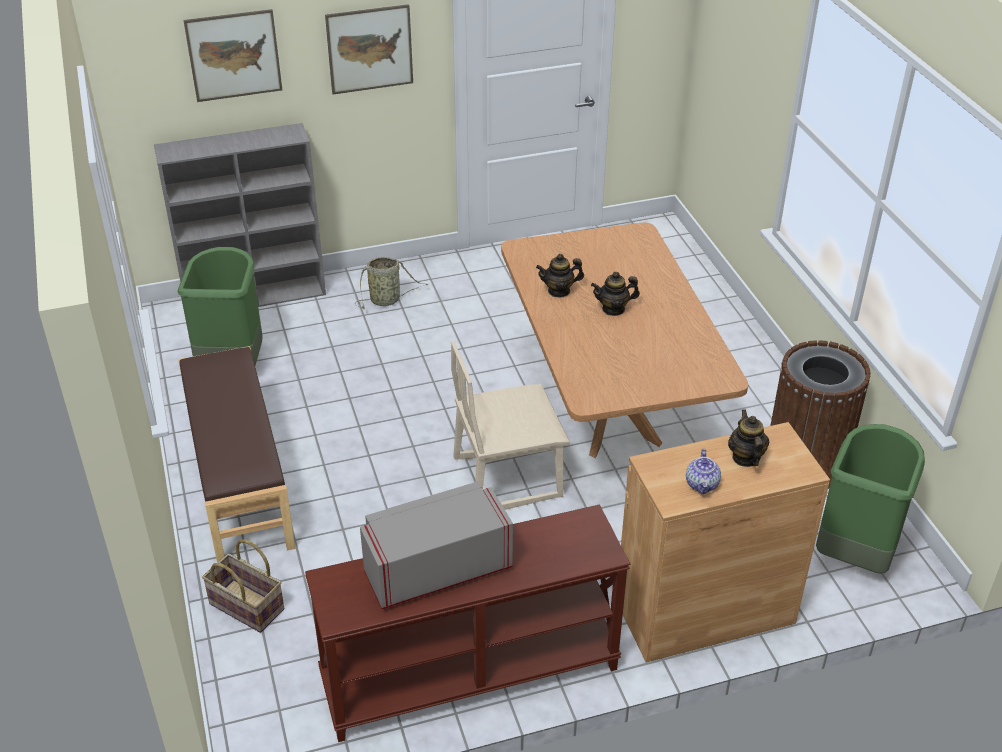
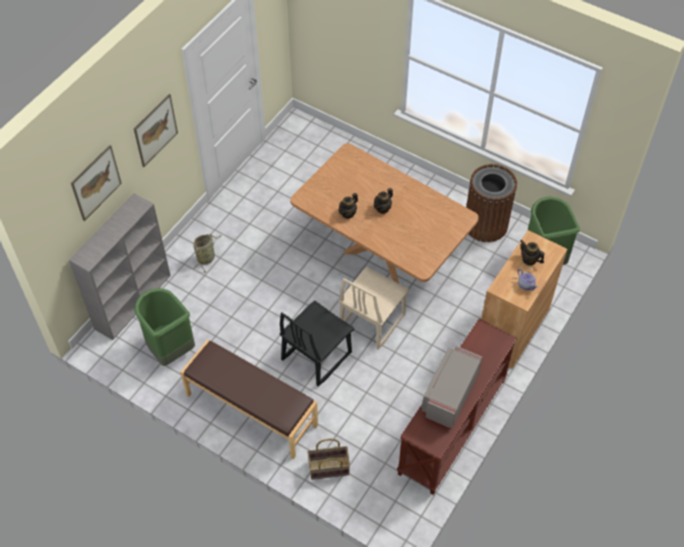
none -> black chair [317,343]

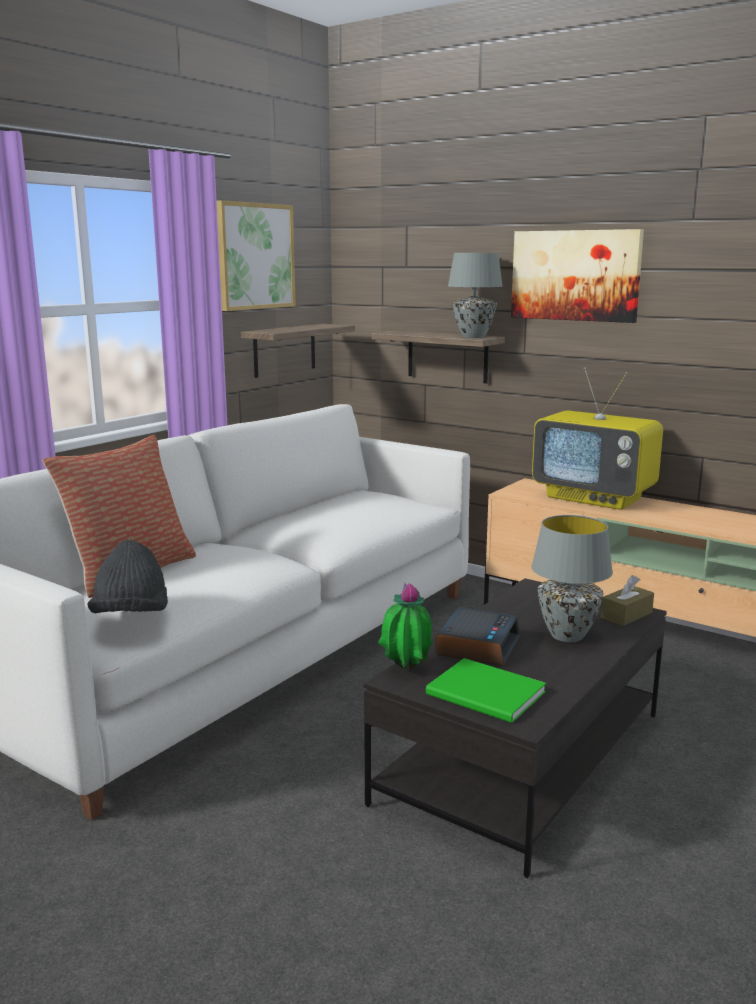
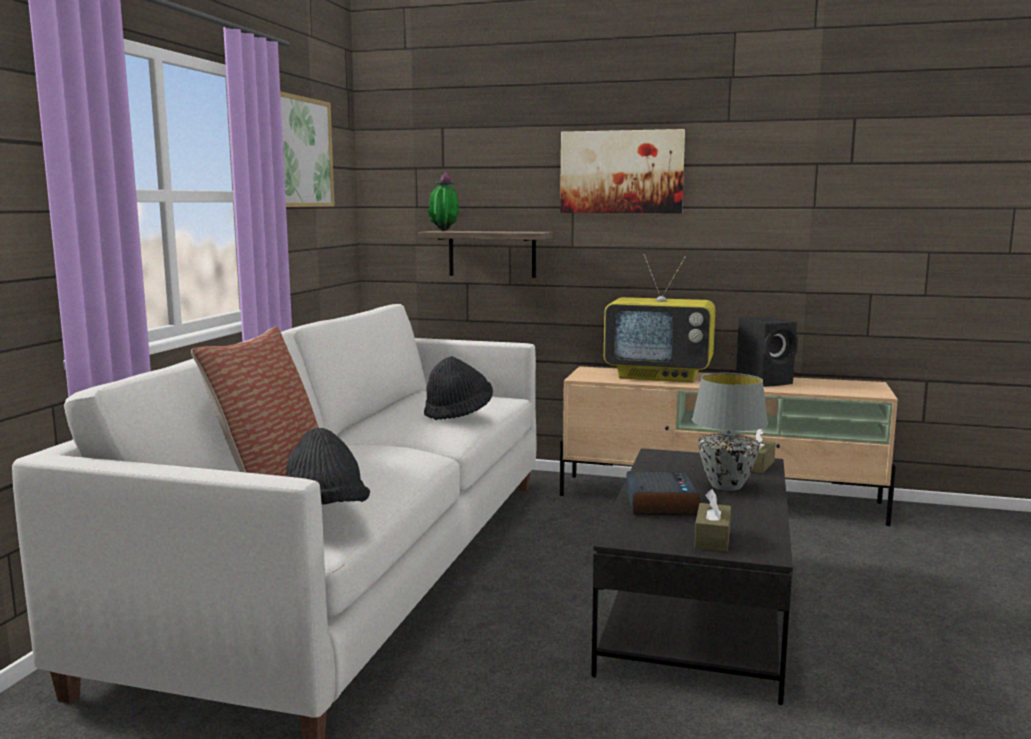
none -> black hat [458,388]
potted plant [405,626] -> potted plant [443,202], move
green book [486,690] -> brown tissue box [712,520]
none -> black speaker [767,352]
shelf [298,351] -> none
grey table lamp [475,295] -> none

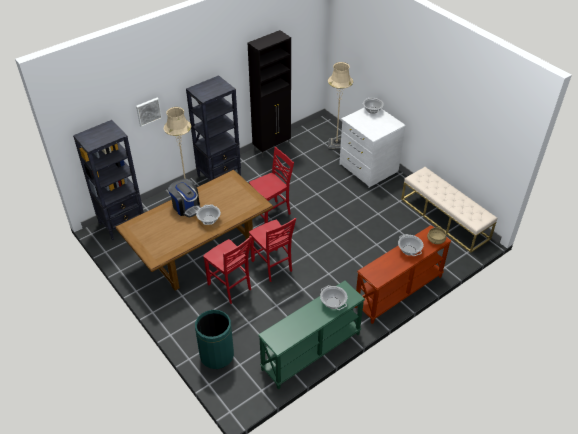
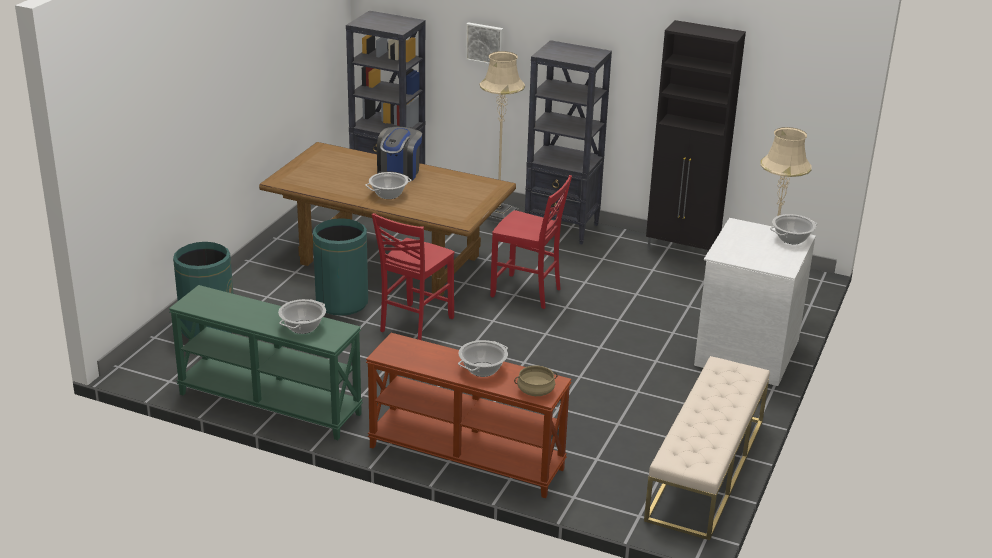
red chair [227,270] -> green trash can [340,267]

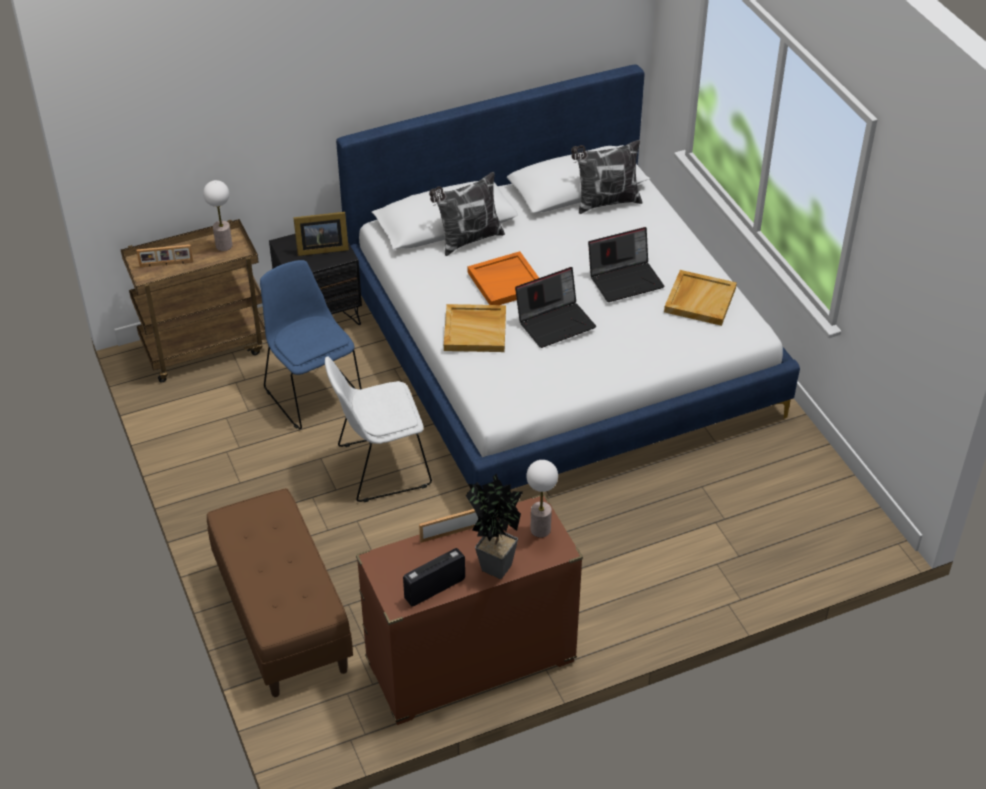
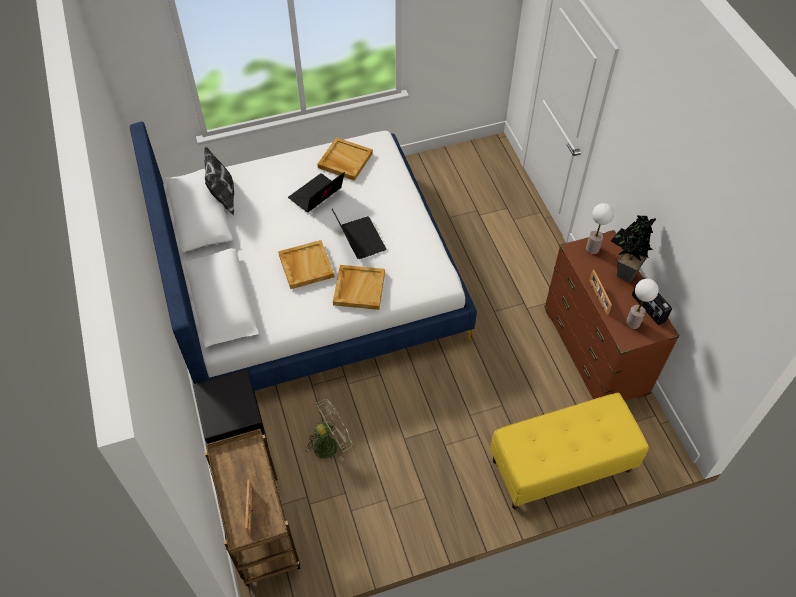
orange tray [503,278] -> beige tray [306,264]
laptop [626,264] -> laptop [316,192], 120 degrees counterclockwise
blue chair [311,344] -> green fan [328,430]
brown bench [280,592] -> yellow bench [569,451]
table lamp [217,215] -> table lamp [642,304], move
picture frame [321,234] -> none
white chair [378,429] -> none
pillow [467,214] -> none

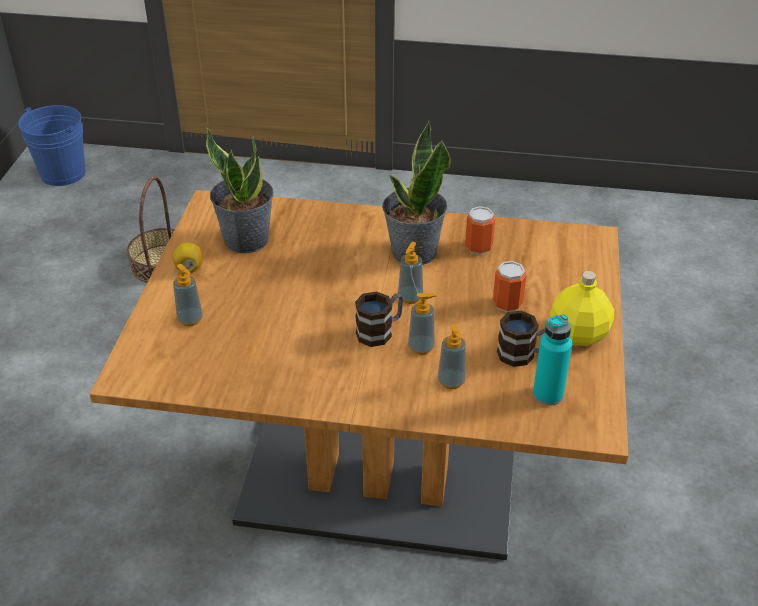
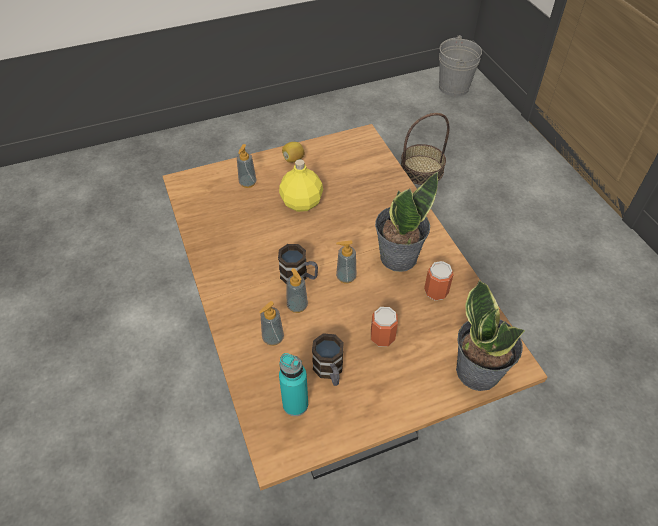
yellow bottle [582,308] -> yellow bottle [301,185], move
blue bucket [52,145] -> grey bucket [460,65]
potted plant [240,190] -> potted plant [490,335], move

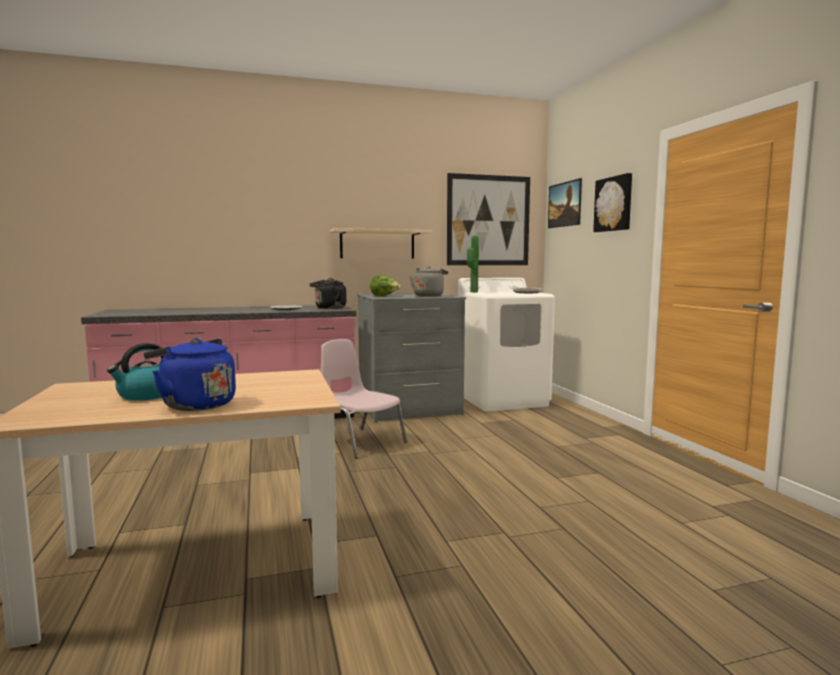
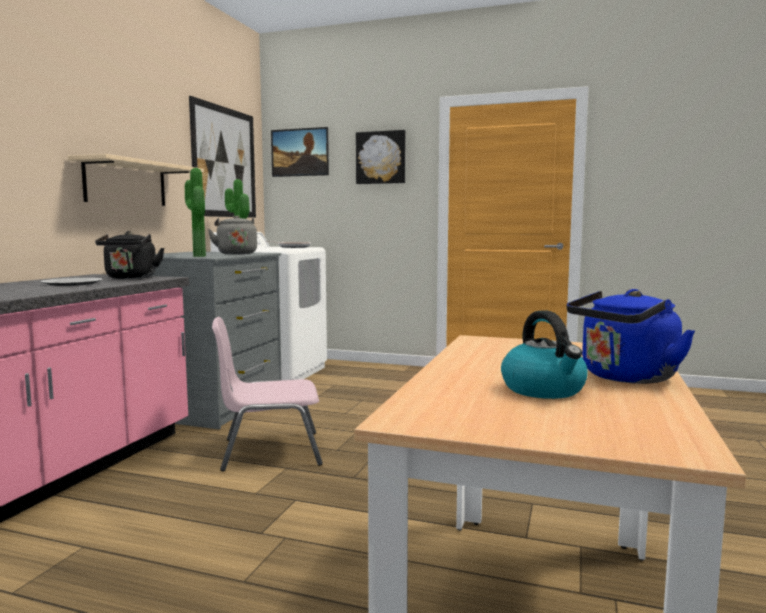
lettuce [385,286] -> potted plant [195,212]

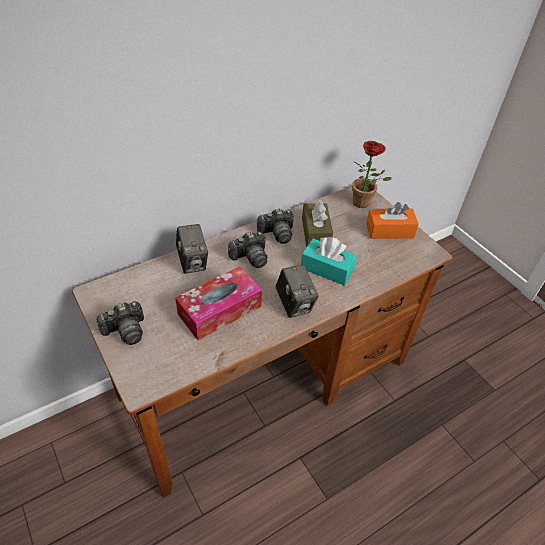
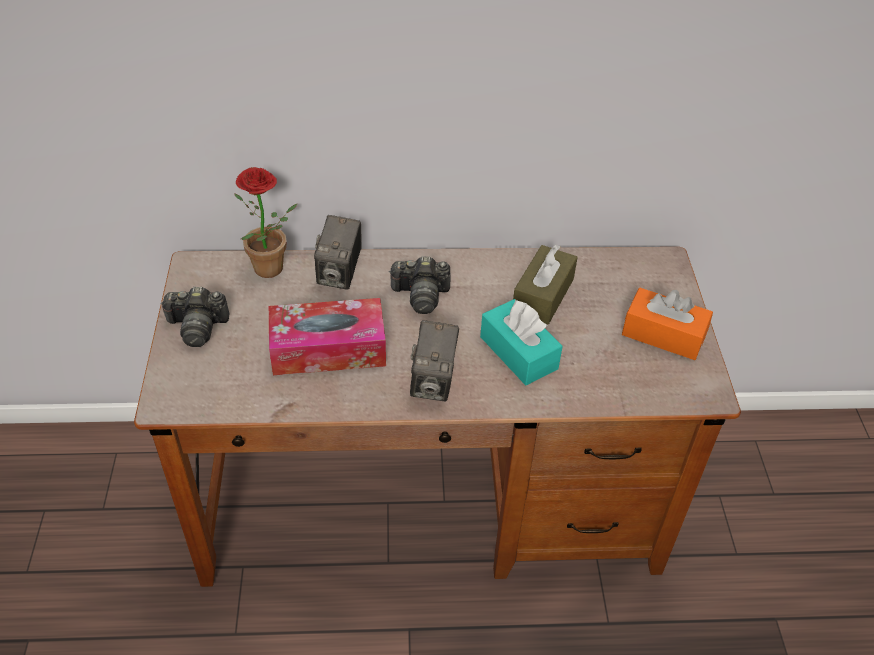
potted plant [372,174] -> potted plant [265,222], move
photo camera [275,226] -> none

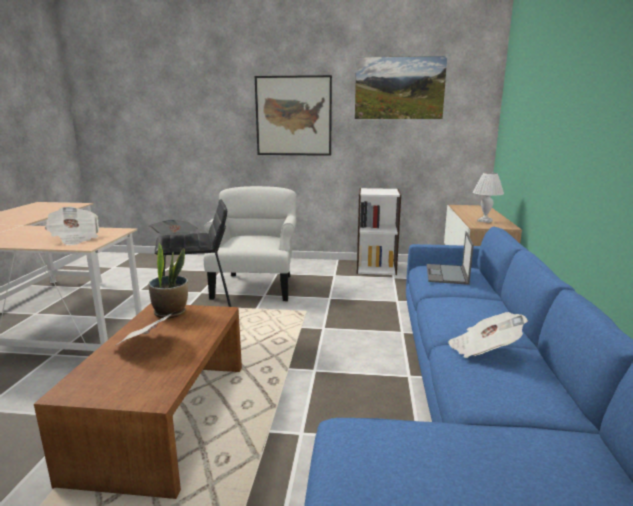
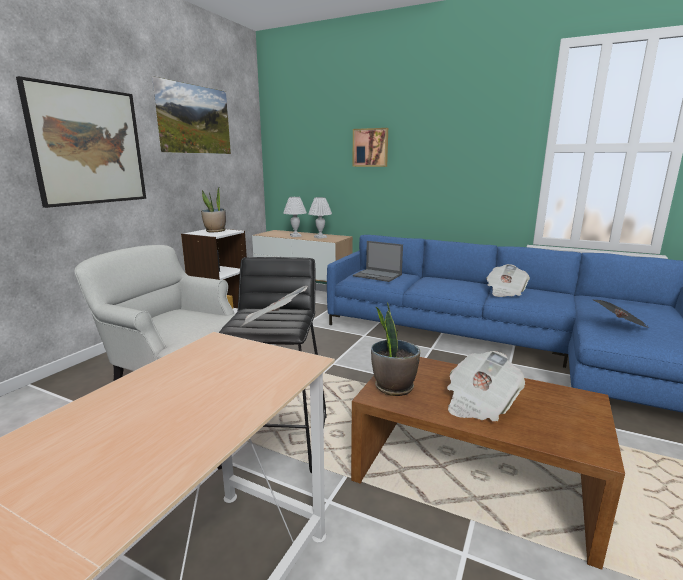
none -> potted plant [213,210]
none -> white table lamp [295,217]
none -> picture [370,147]
newspaper [72,226] -> newspaper [622,314], move

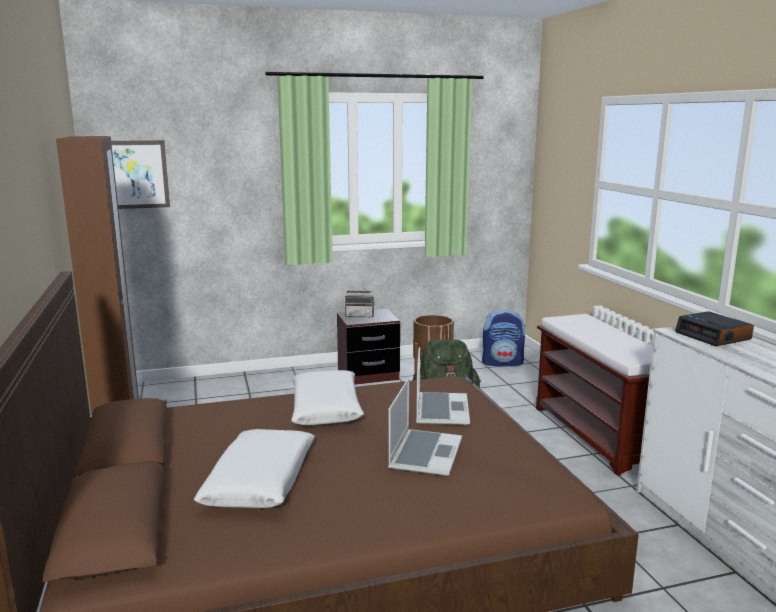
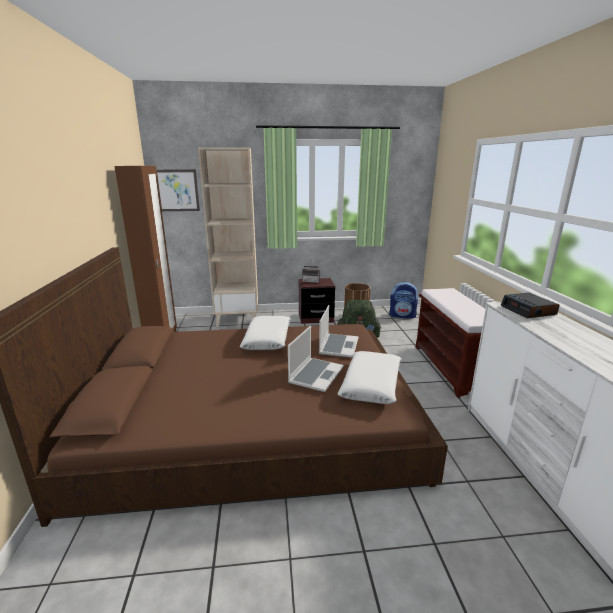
none -> beige bookcase [228,237]
white pillow [254,468] -> white pillow [370,377], move

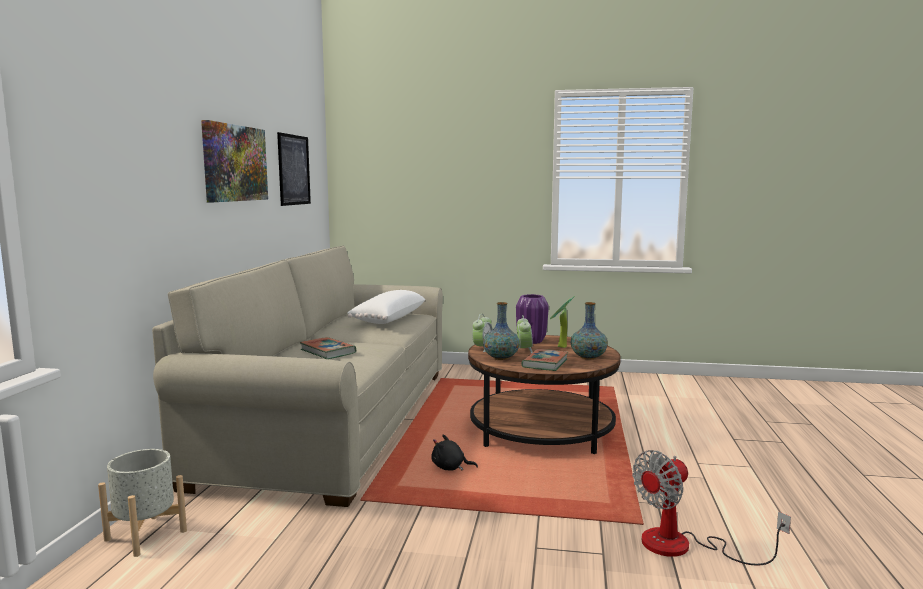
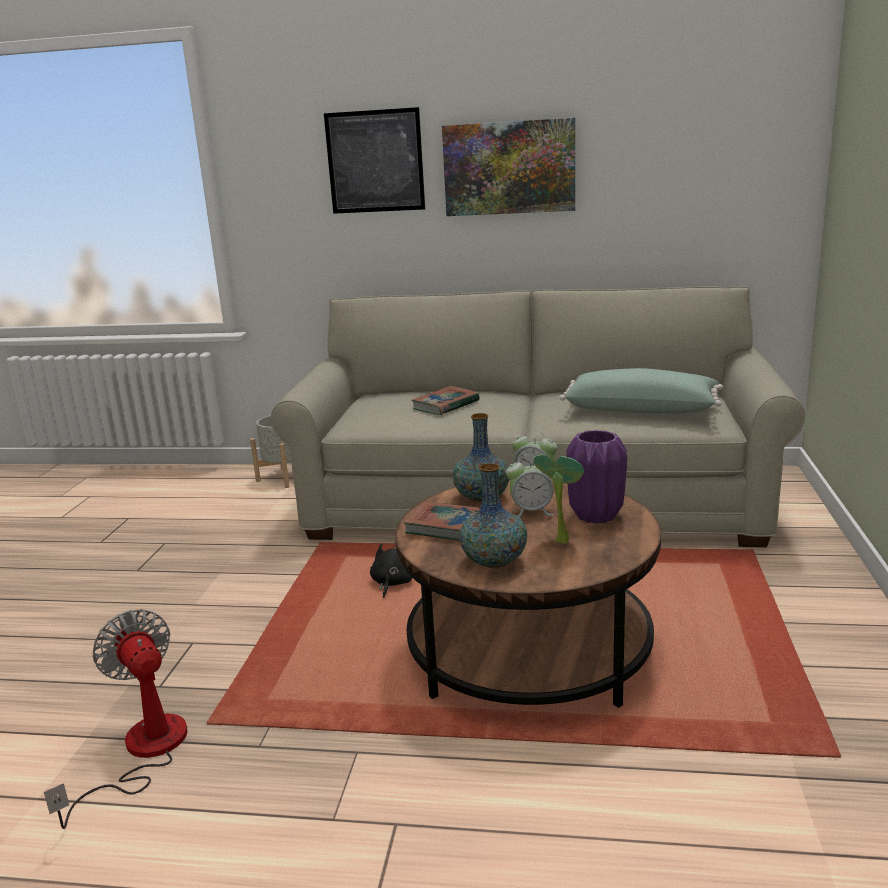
picture [294,169] -> picture [374,160], move
white pillow [386,307] -> green pillow [641,390]

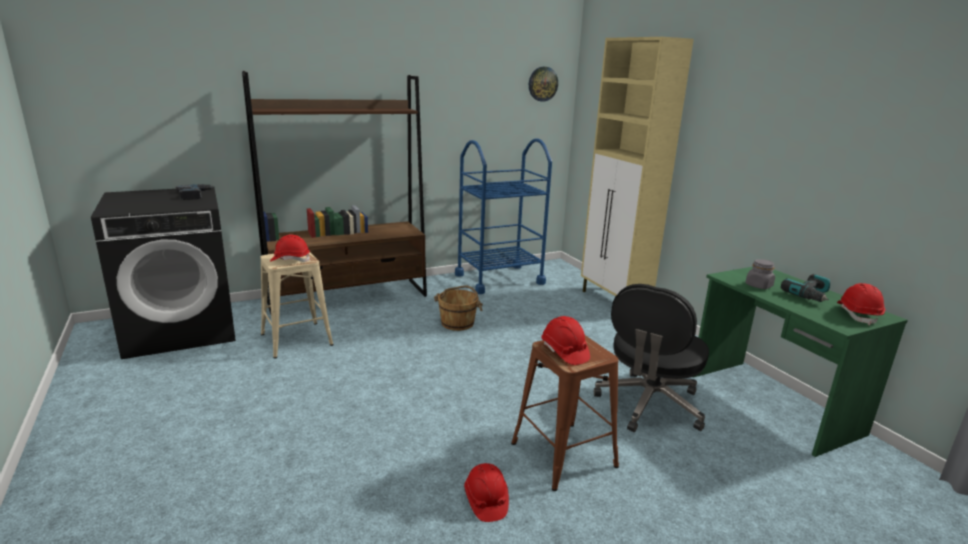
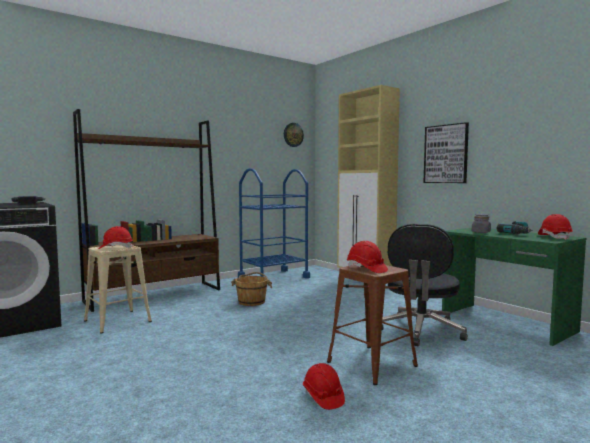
none -> picture [446,152]

